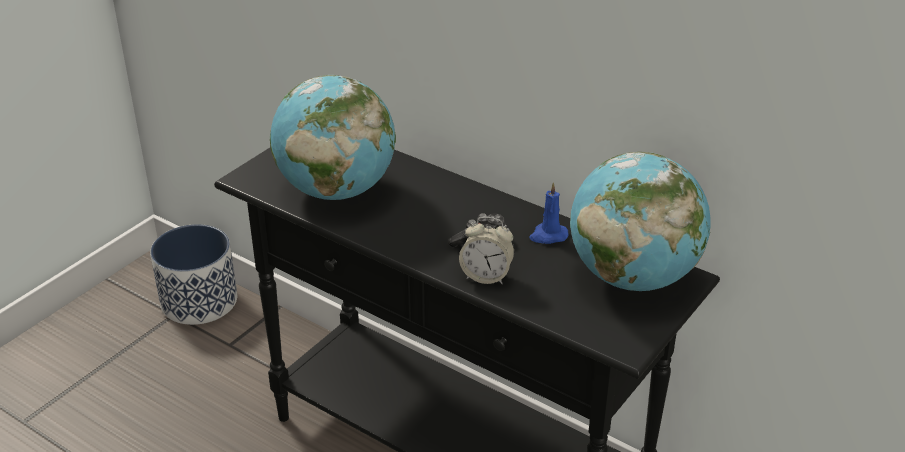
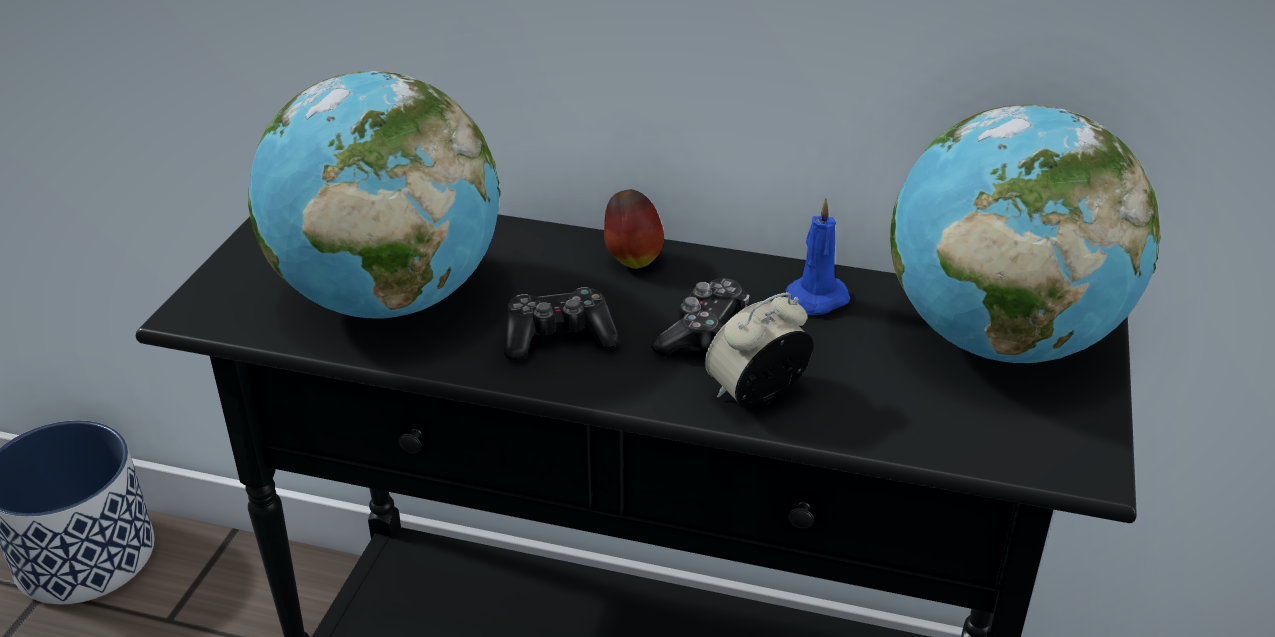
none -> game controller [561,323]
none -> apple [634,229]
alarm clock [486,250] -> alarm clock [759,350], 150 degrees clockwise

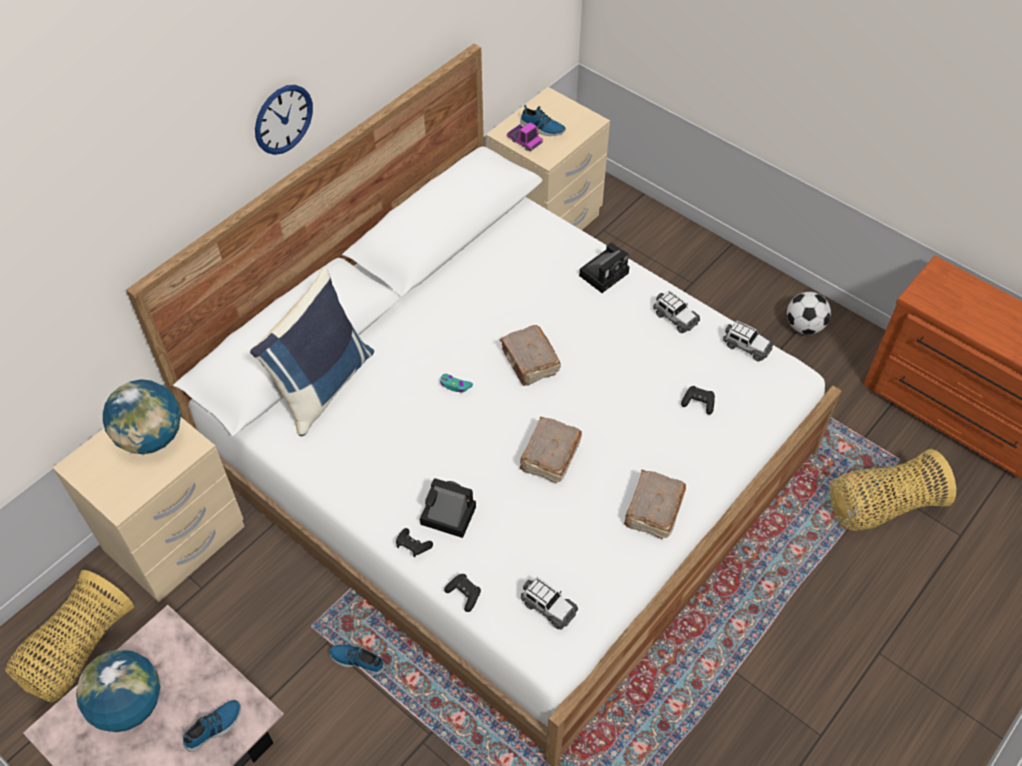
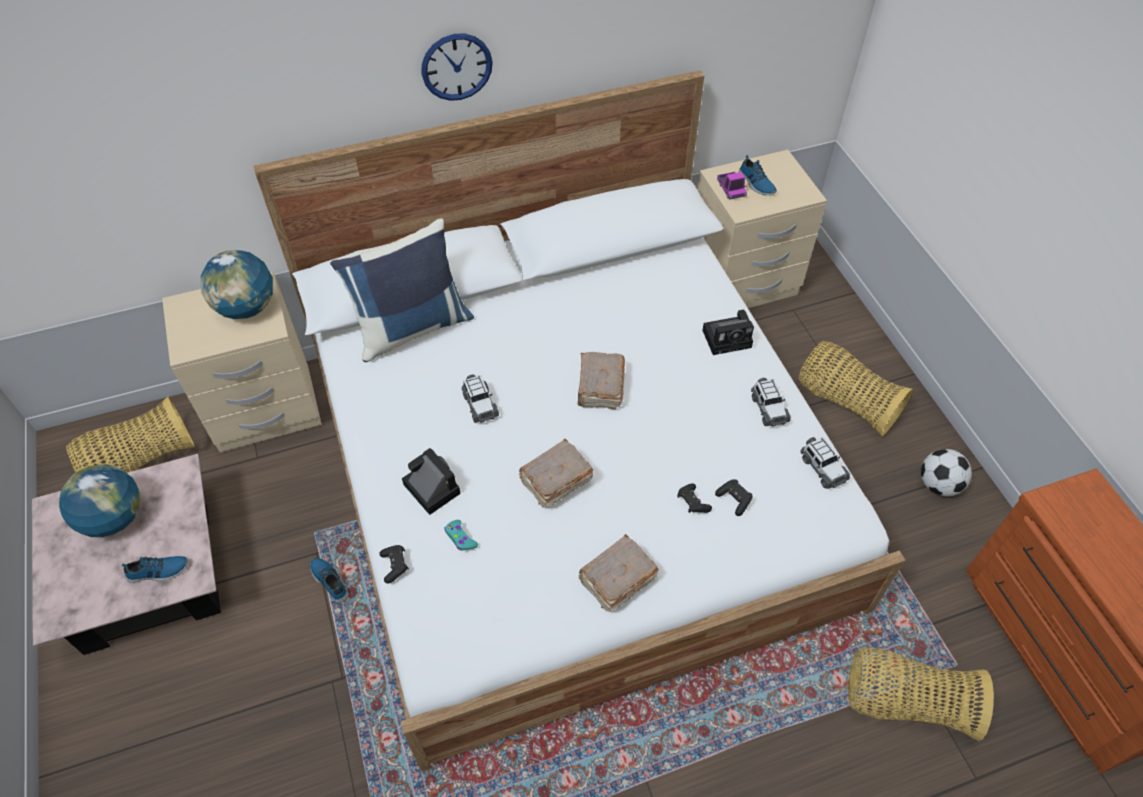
turquoise game controller [456,383] -> turquoise game controller [461,535], move
toy car [549,603] -> toy car [480,399], move
black game controller [414,542] -> black game controller [694,498], move
none -> basket [856,388]

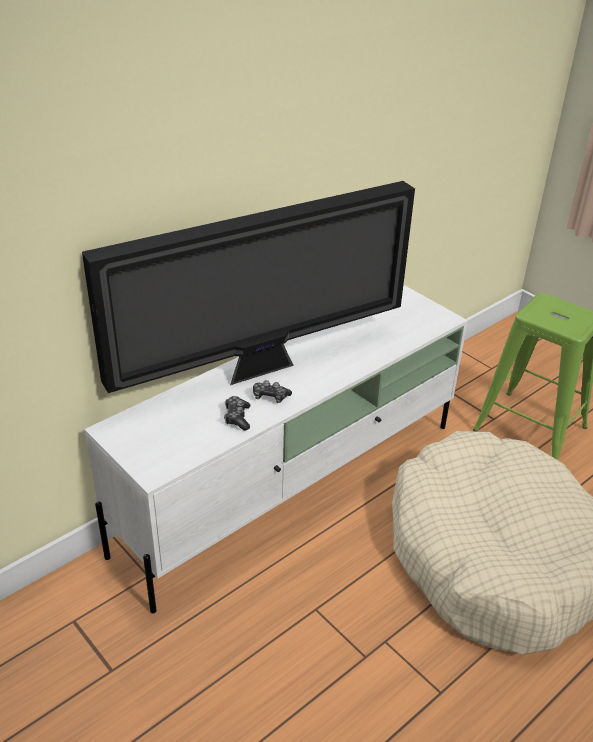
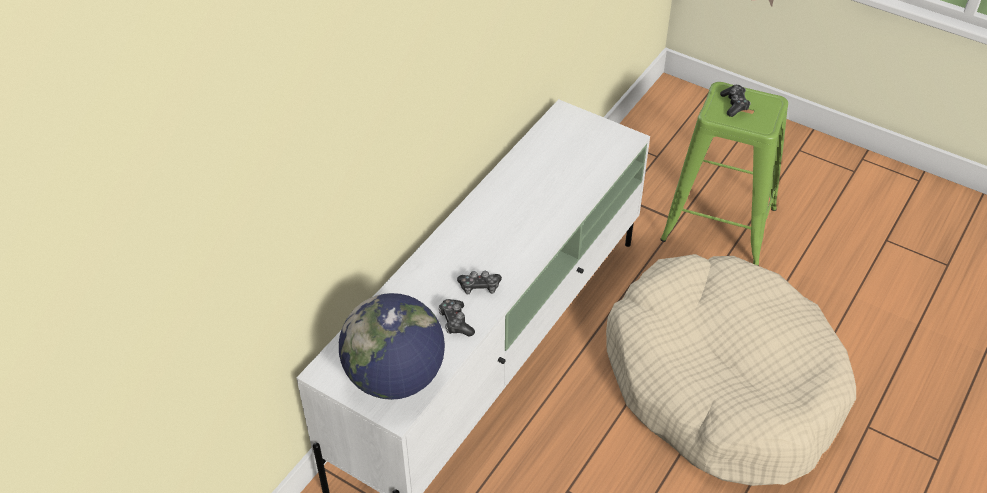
none -> globe [392,346]
none -> game controller [735,101]
television [248,287] -> none

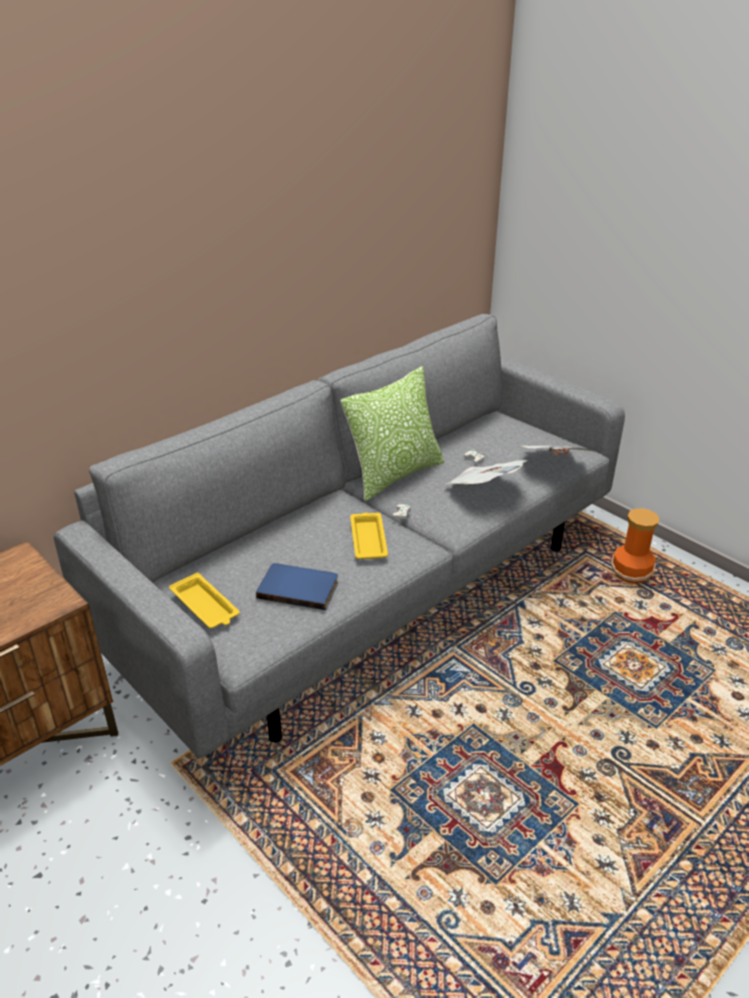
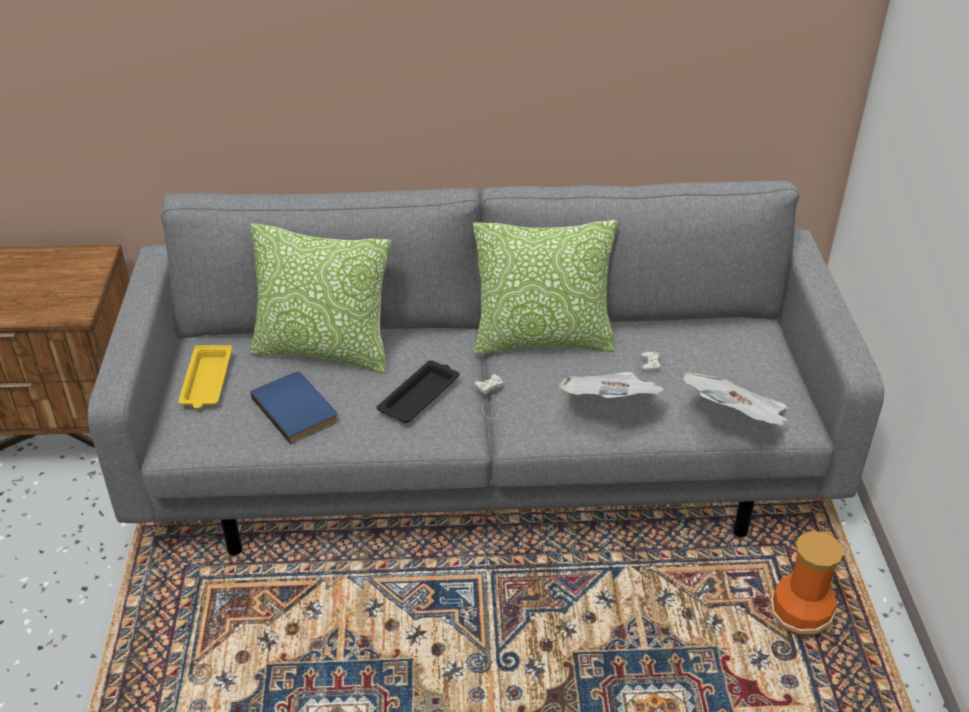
none -> pillow [320,298]
yellow tray [369,536] -> black tray [418,391]

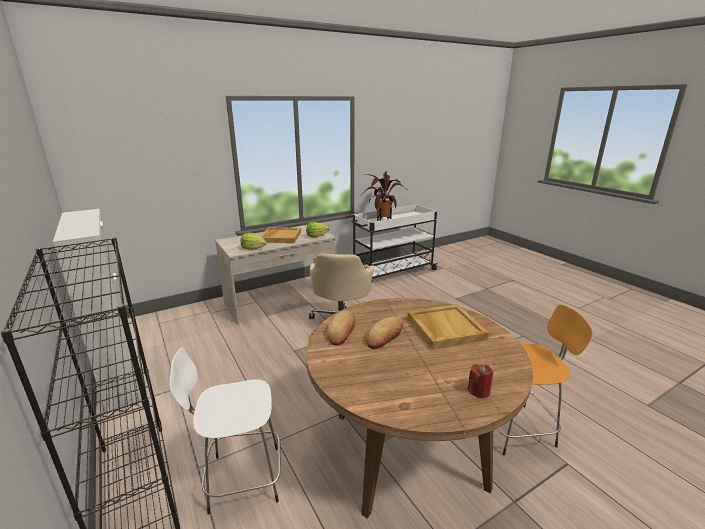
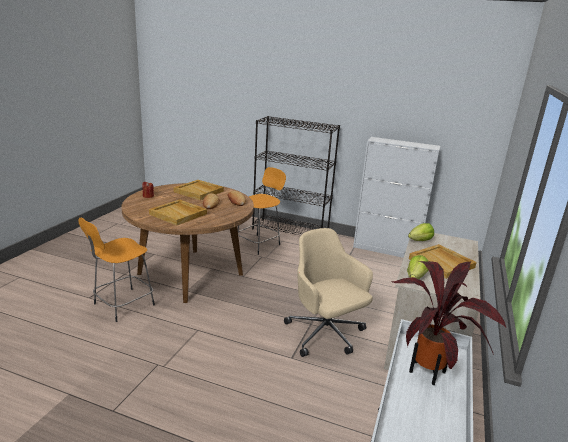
none -> beige tray [198,190]
white stool [225,430] -> orange stool [262,211]

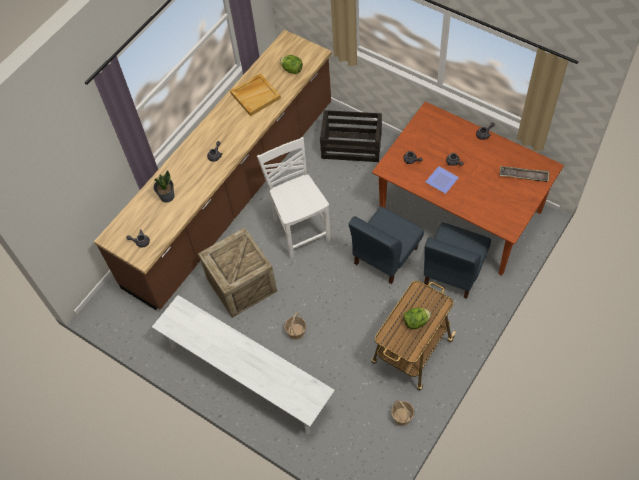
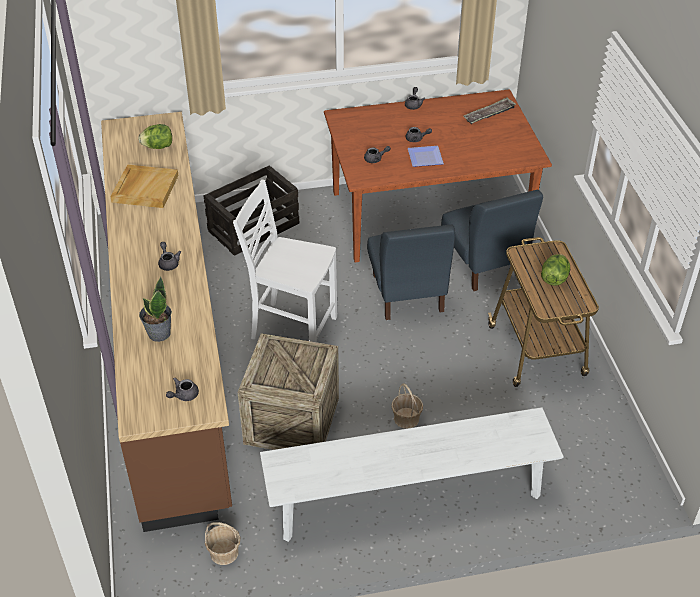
basket [403,412] -> basket [222,543], move

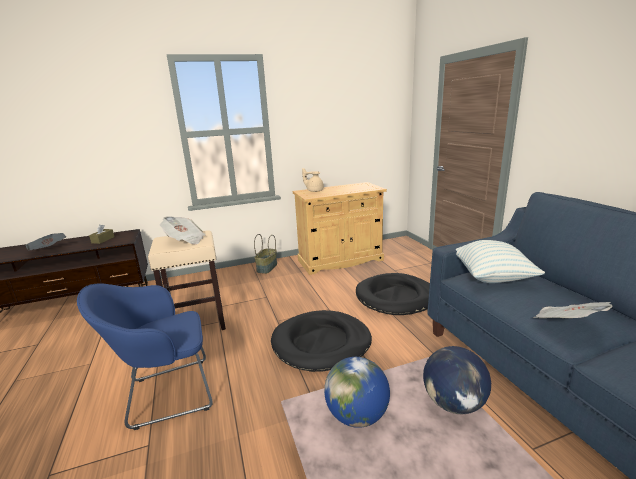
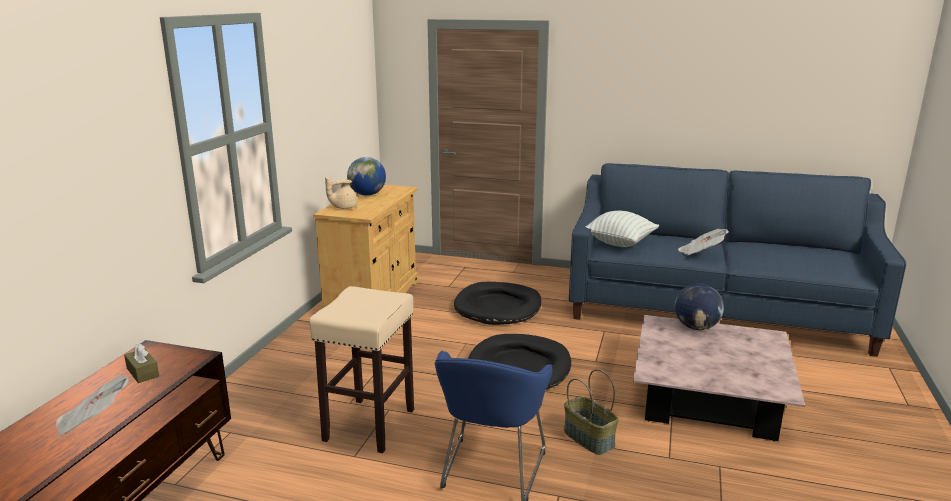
globe [357,392] -> globe [366,176], move
basket [265,254] -> basket [591,412], move
newspaper [183,230] -> none

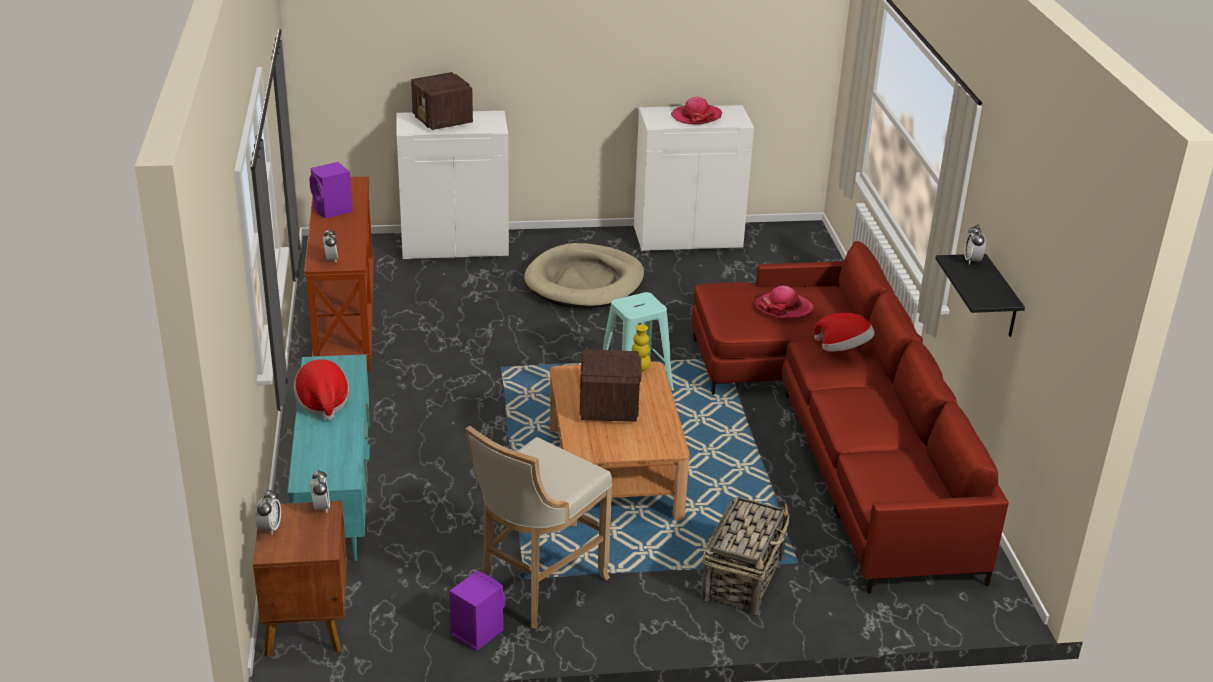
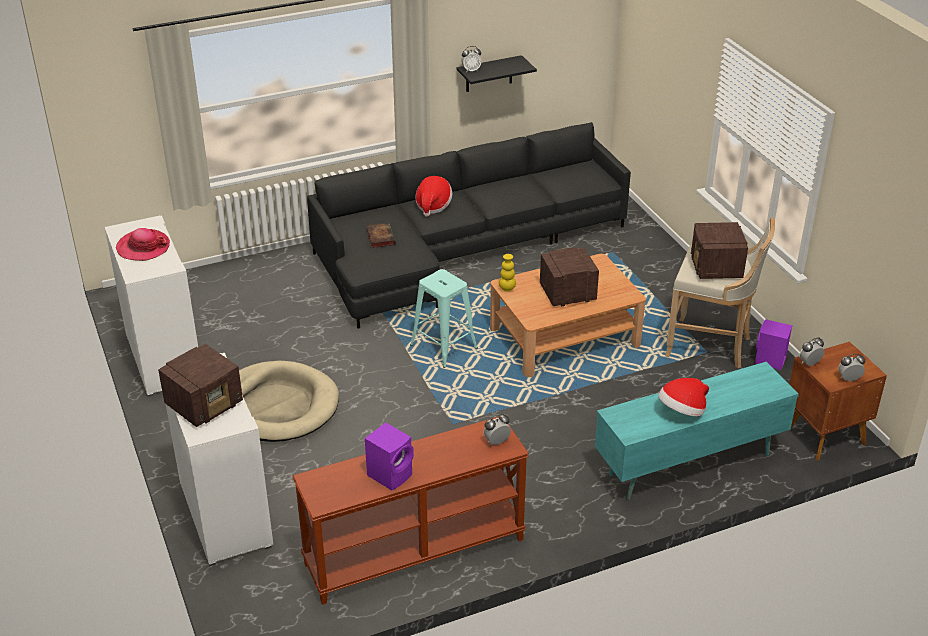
red sofa [850,417] -> black sofa [469,225]
hat [784,302] -> book [381,235]
none -> radio [719,250]
basket [745,555] -> none

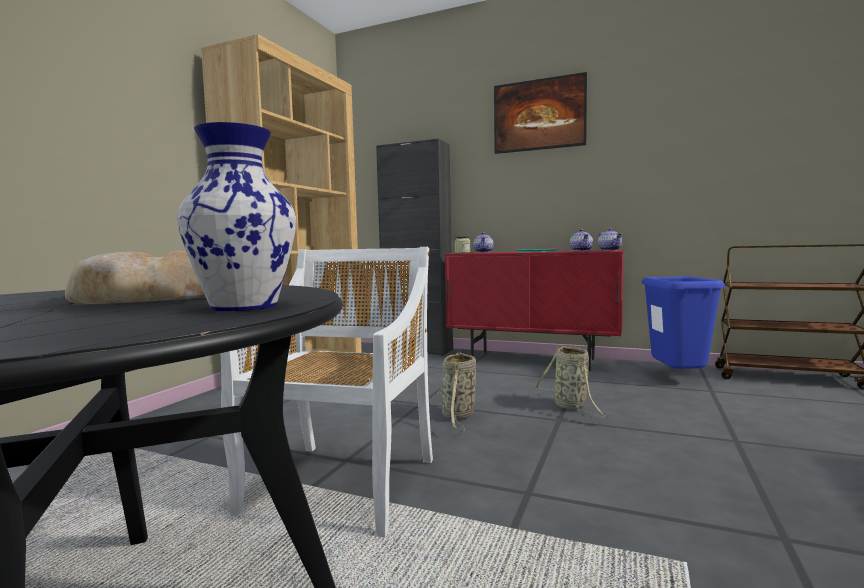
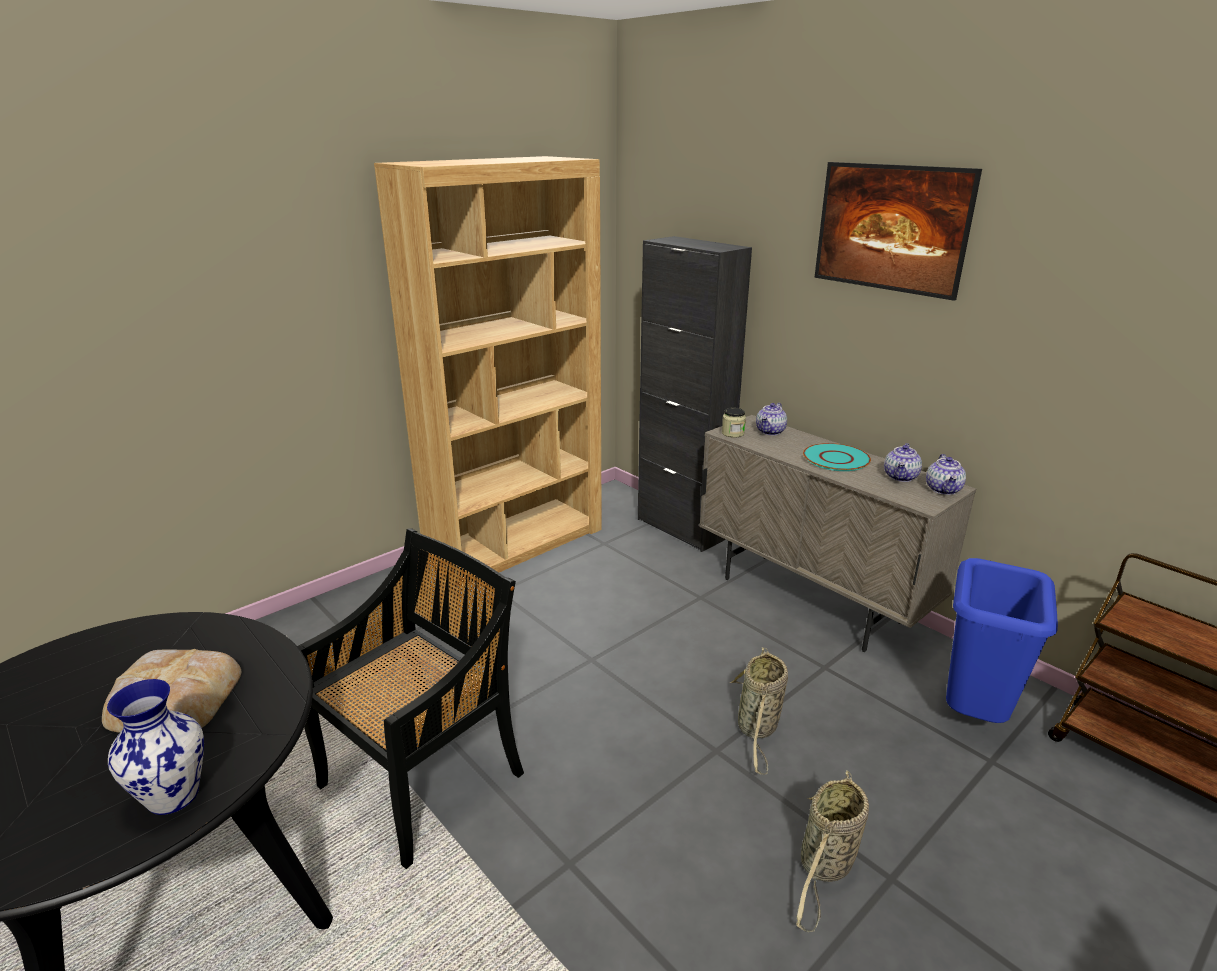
white chair [326,392] -> black chair [410,698]
red cabinet [534,310] -> beige cabinet [837,533]
basket [457,391] -> basket [832,851], move

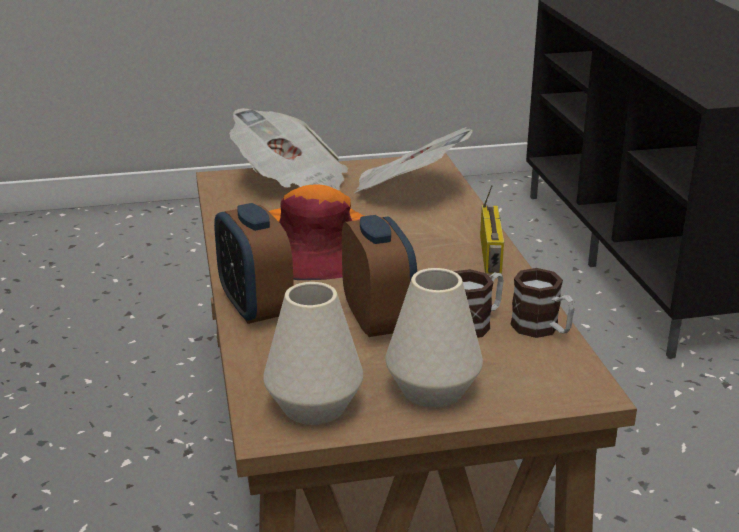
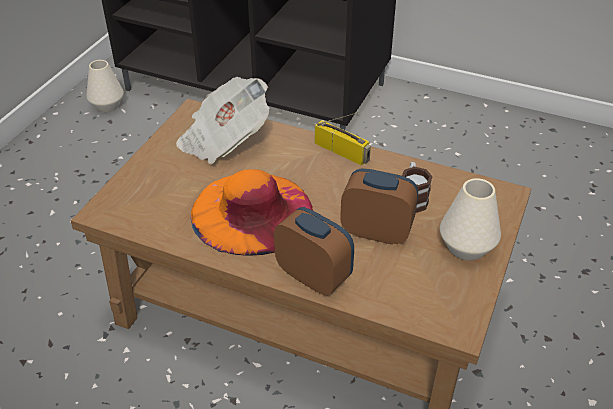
white vase [313,353] -> white vase [105,86], move
alarm clock [254,263] -> alarm clock [314,251], 150 degrees counterclockwise
newspaper [288,149] -> none
mug [542,303] -> none

